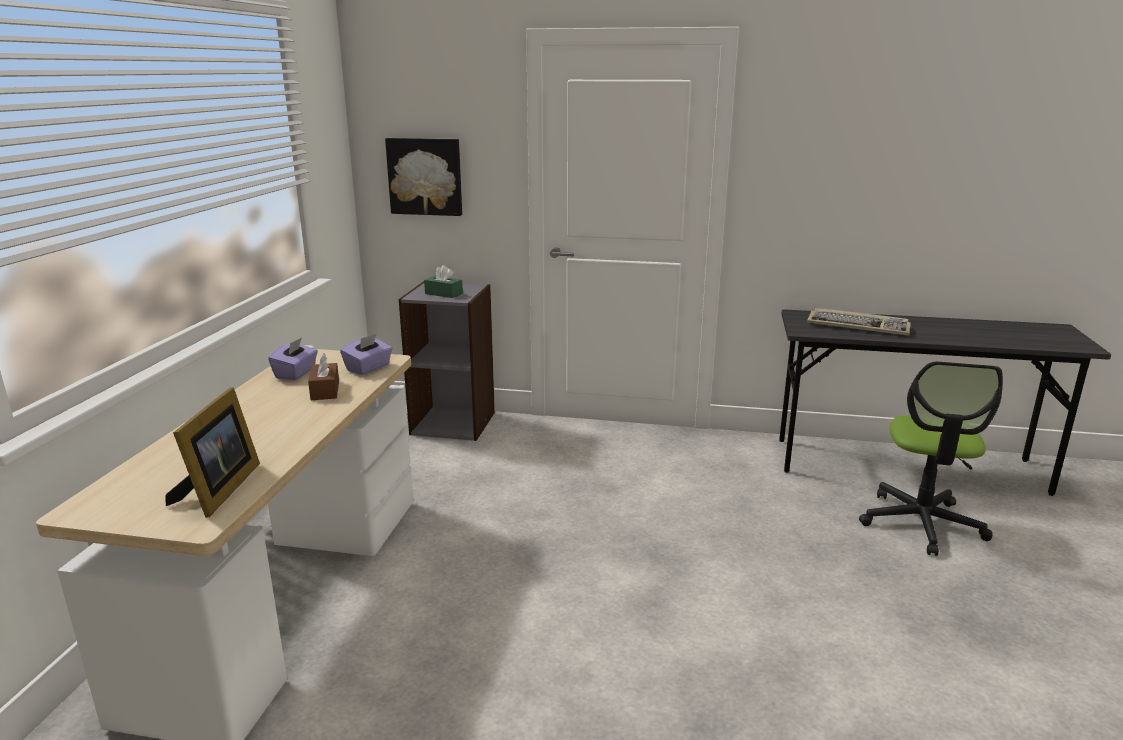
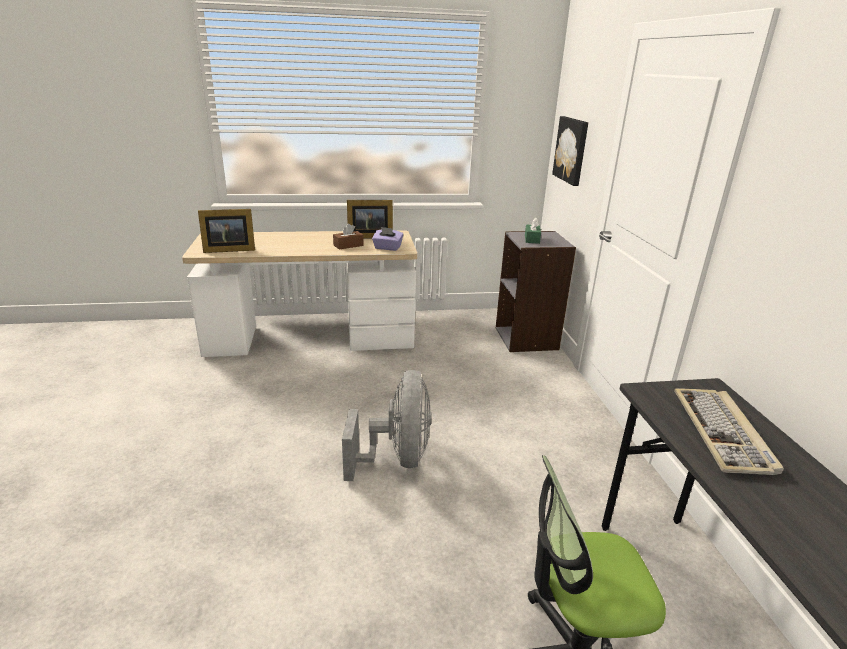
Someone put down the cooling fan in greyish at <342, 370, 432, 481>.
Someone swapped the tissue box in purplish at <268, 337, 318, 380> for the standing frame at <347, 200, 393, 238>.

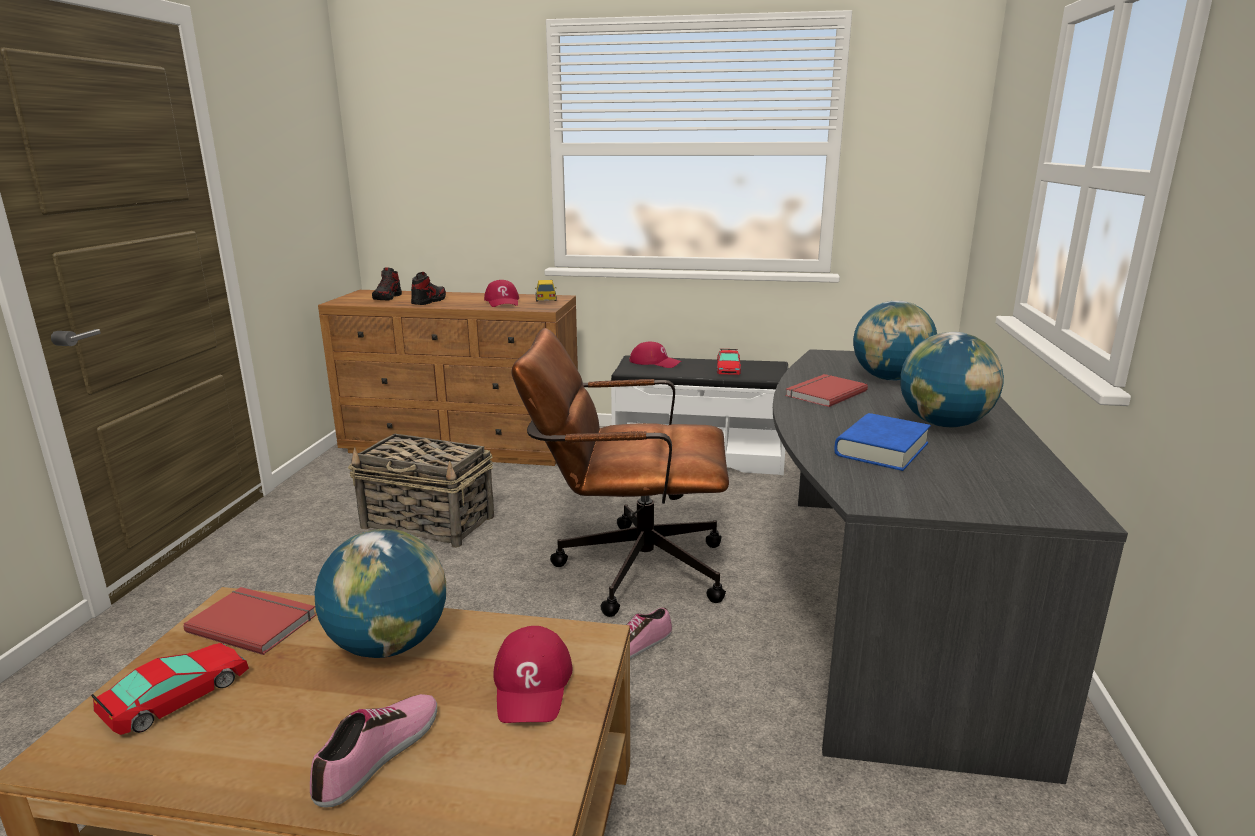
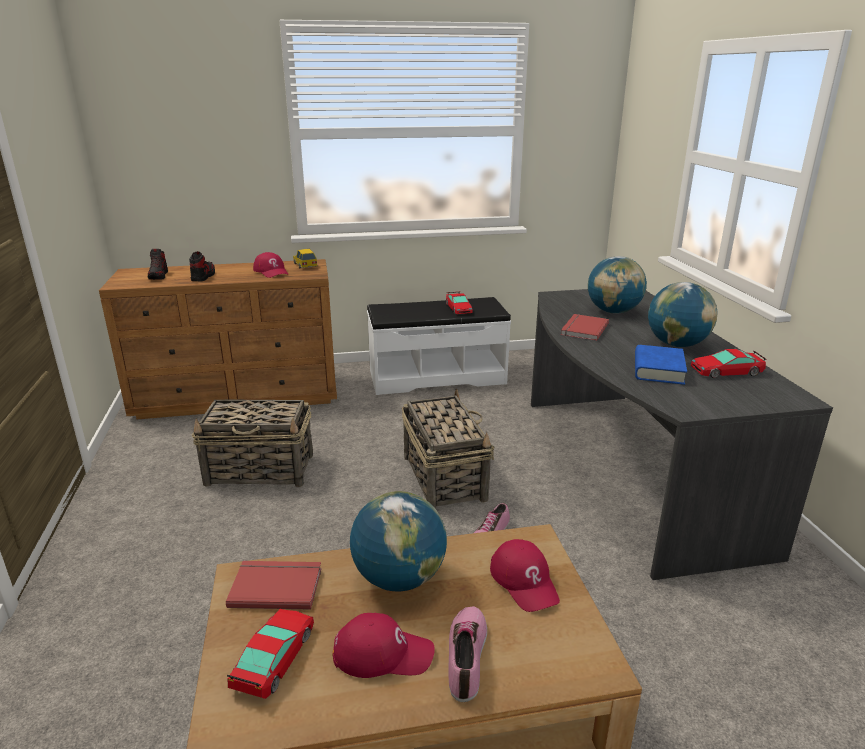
Someone carried the baseball cap in reddish from <629, 341, 681, 368> to <333, 612, 435, 678>.
Someone swapped the computer chair in brown at <511, 328, 729, 617> for the household basket at <402, 389, 494, 509>.
Someone put down the toy car at <690, 349, 767, 378>.

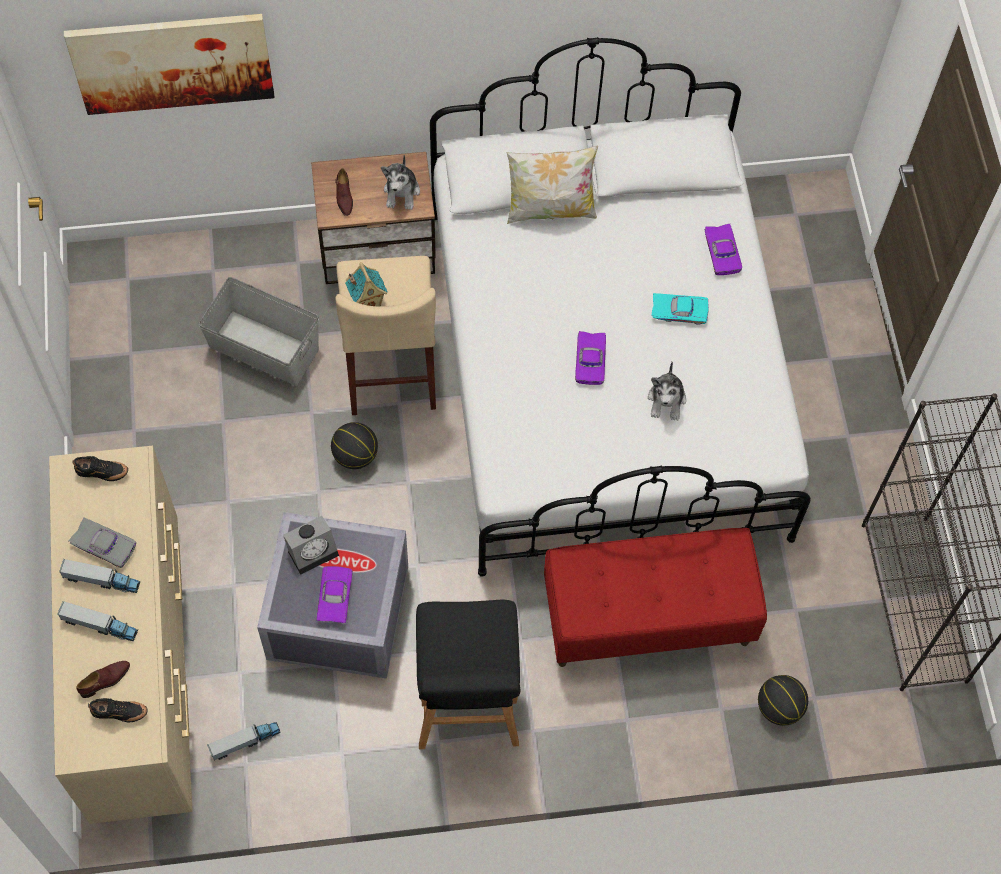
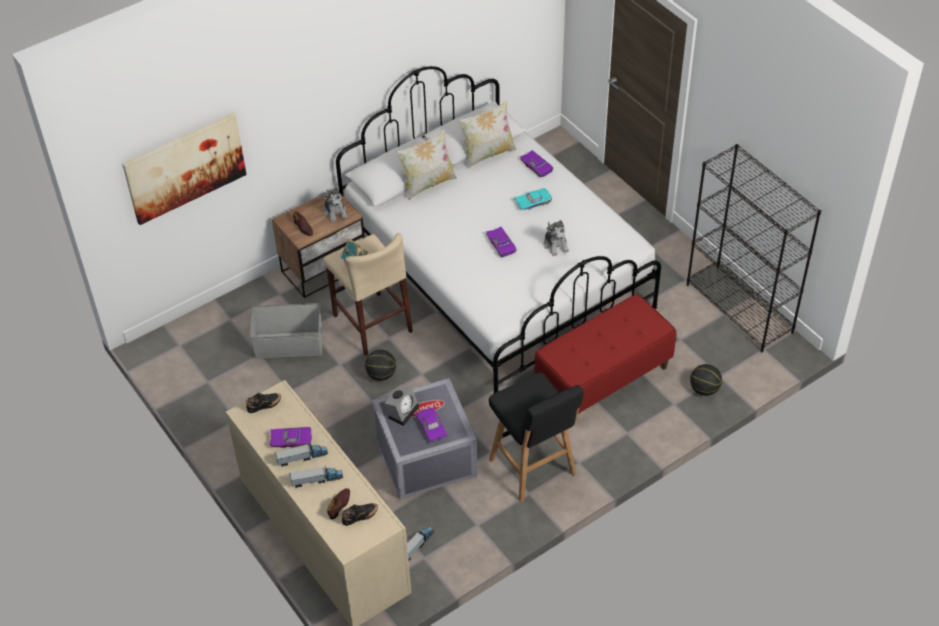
Someone repainted the toy car in greyish at <69, 518, 136, 568>, which became the toy car in purplish at <270, 427, 312, 448>.
Someone put down the pillow at <458, 100, 516, 169>.

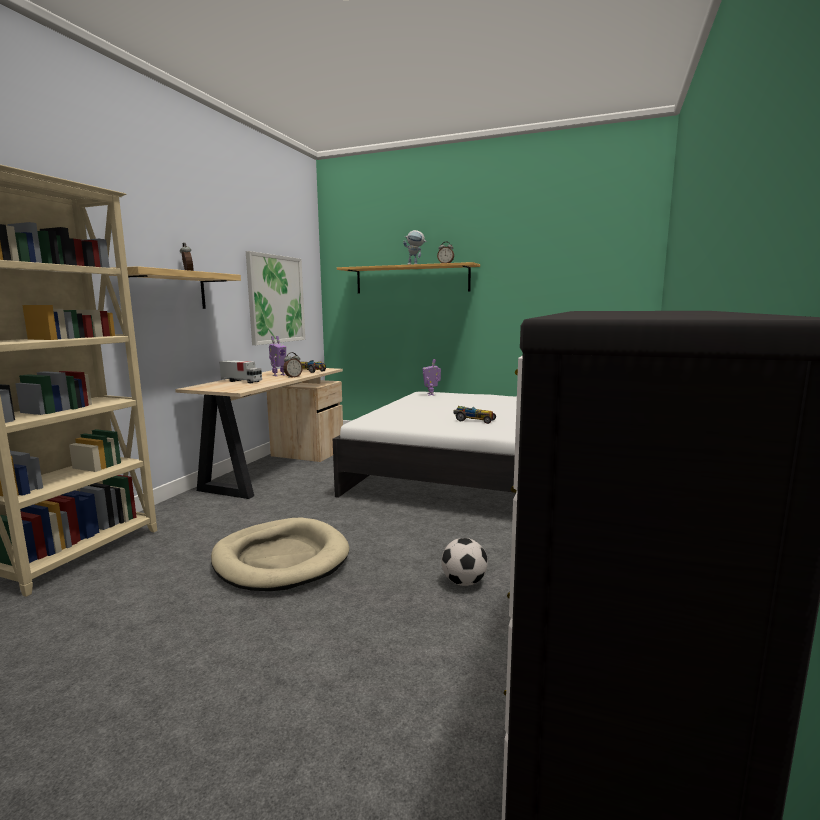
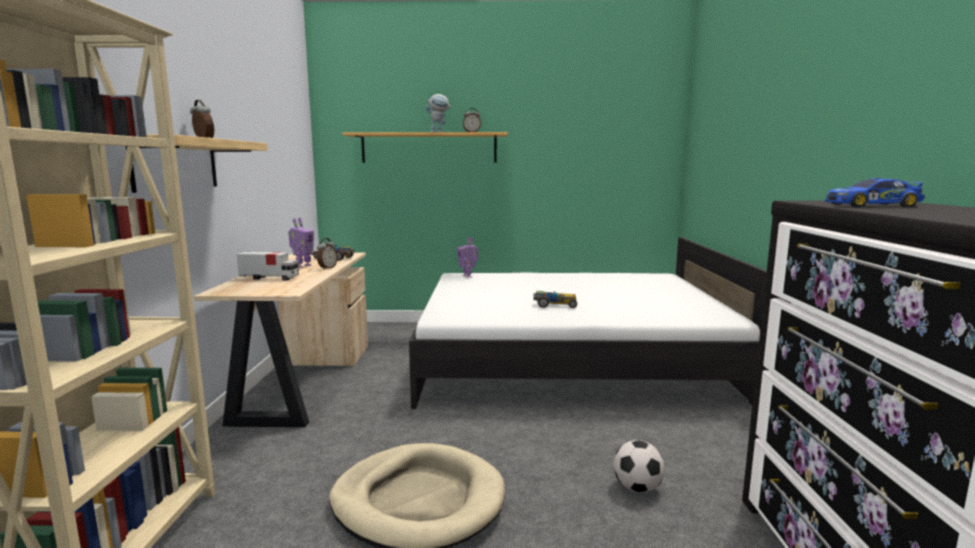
Someone put down the toy car at <825, 178, 925, 207>.
Someone took away the picture at <246, 251, 305, 345>.

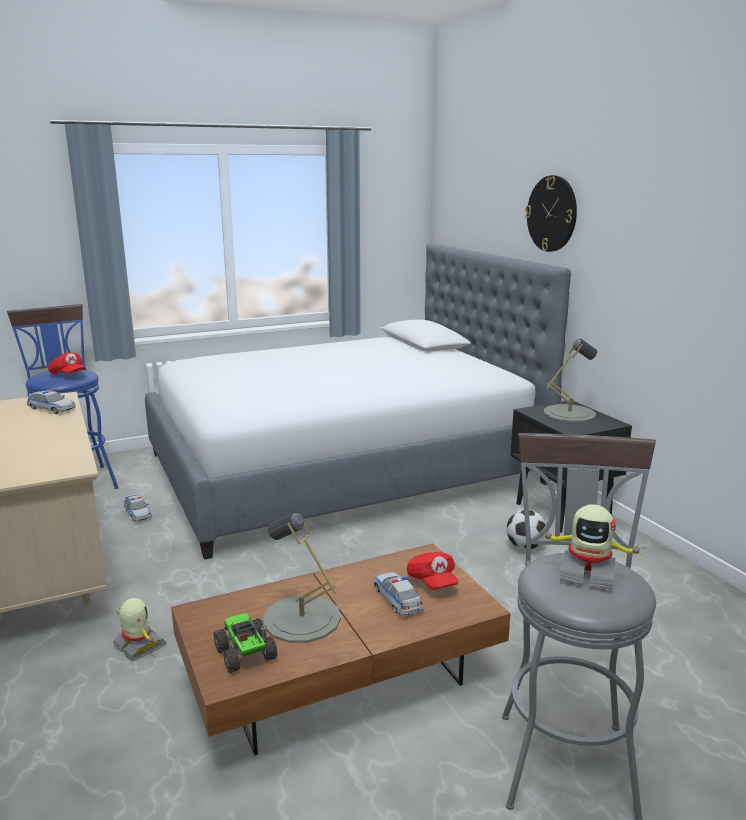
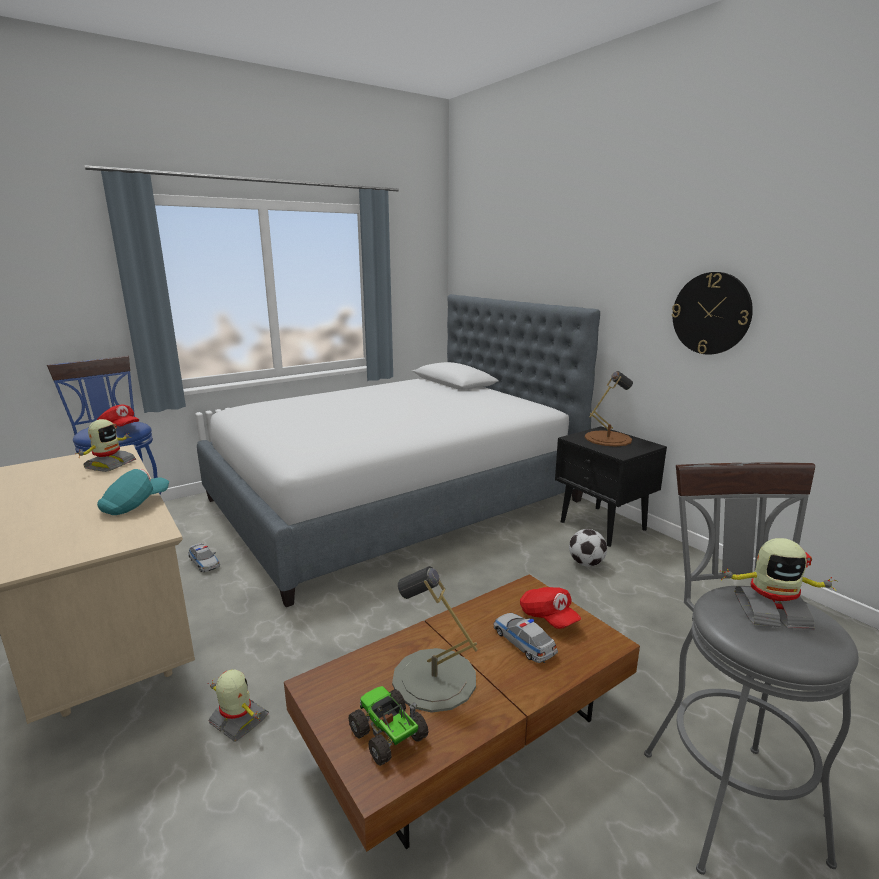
Someone swapped the toy car at <27, 389, 76, 414> for the model robot at <76, 419, 136, 472>.
Someone put down the baseball cap in blue-green at <97, 469, 169, 515>.
Someone repainted the lamp for a table in greyish at <544, 339, 598, 422>, which became the lamp for a table in brown at <585, 371, 633, 447>.
Someone carried the wall clock from <525, 175, 577, 252> to <672, 272, 753, 355>.

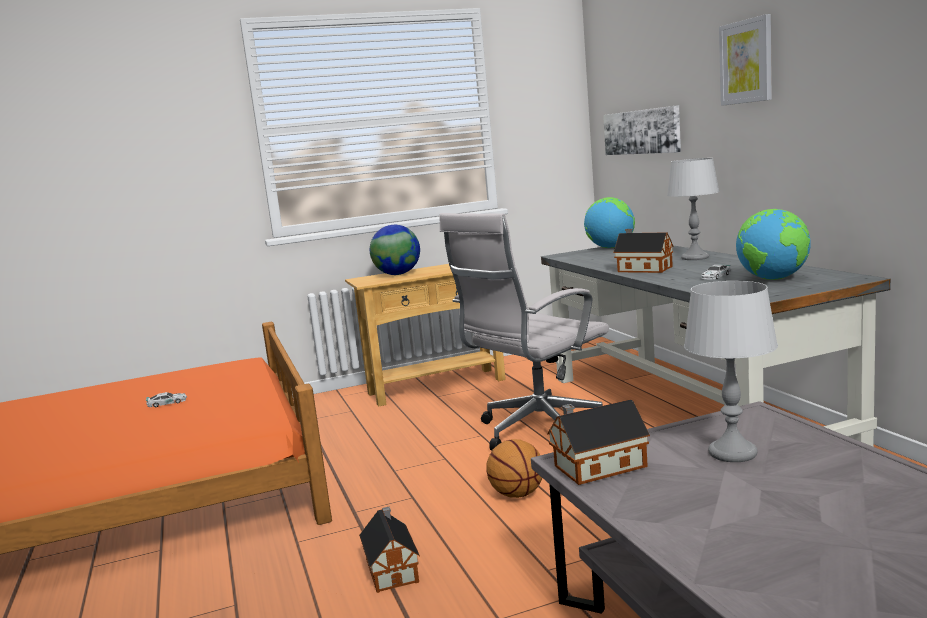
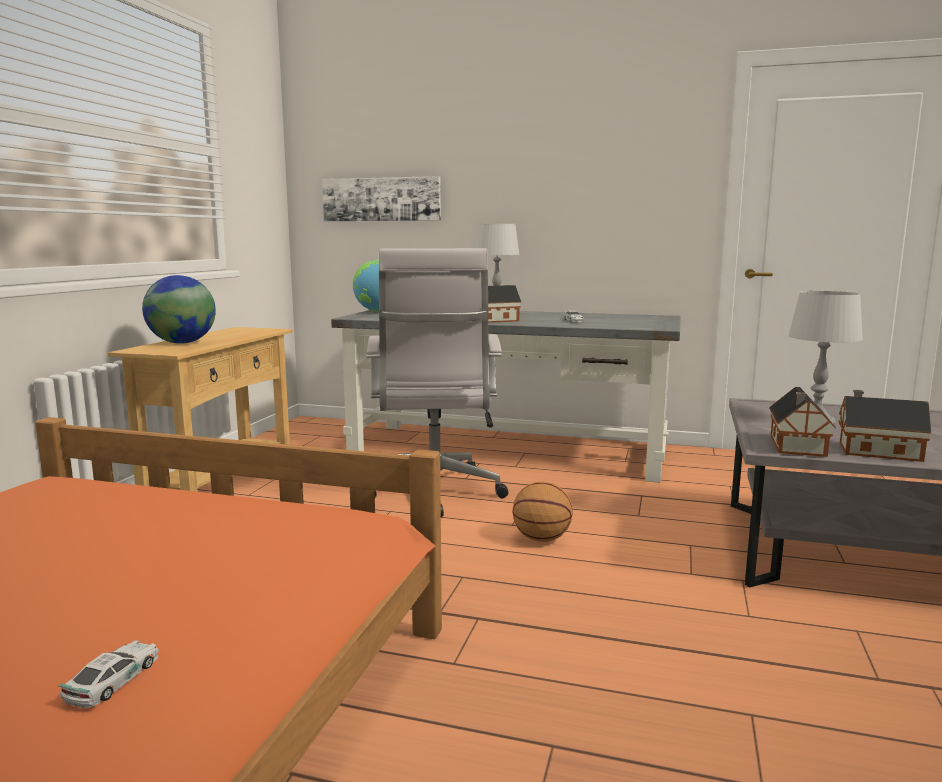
Someone carried the toy car from <146, 392, 187, 407> to <58, 640, 159, 708>.
Someone carried the model house from <359, 507, 420, 593> to <838, 390, 931, 462>.
Someone took away the picture at <719, 14, 772, 106>.
Someone took away the world globe at <736, 209, 811, 280>.

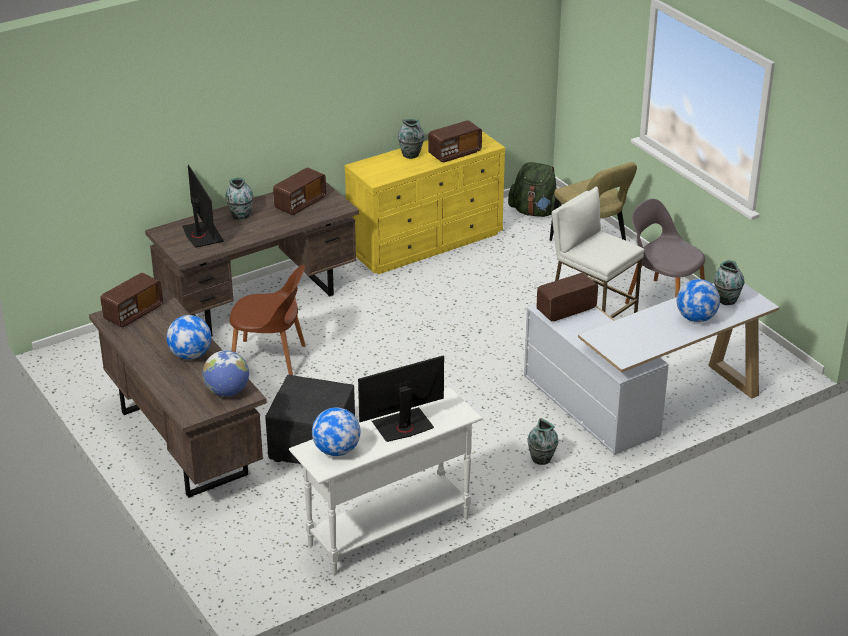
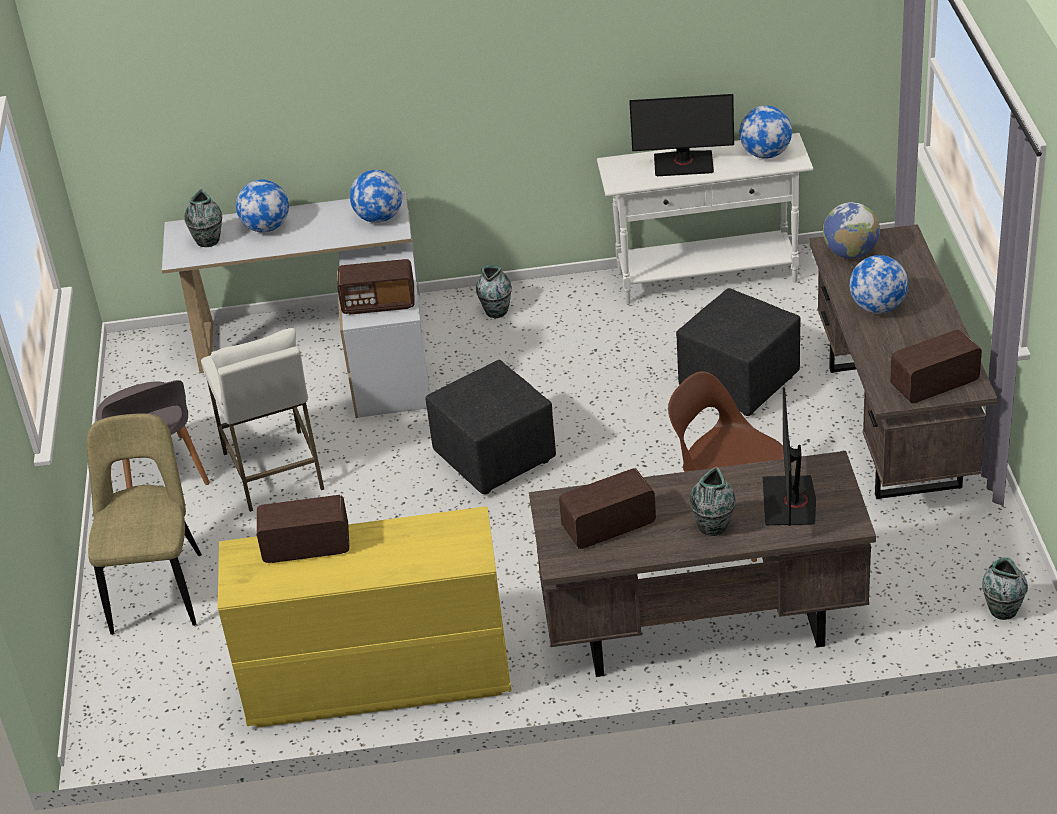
Someone put down the world globe at <350, 170, 402, 223>.
Someone put down the pouffe in blackish at <426, 360, 556, 494>.
Someone carried the flower vase from <398, 119, 425, 159> to <982, 558, 1028, 620>.
Someone took away the rucksack in green-coloured at <508, 162, 562, 217>.

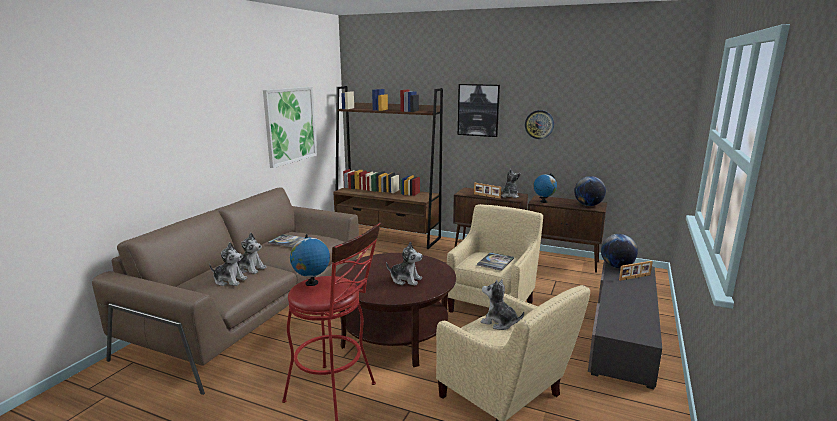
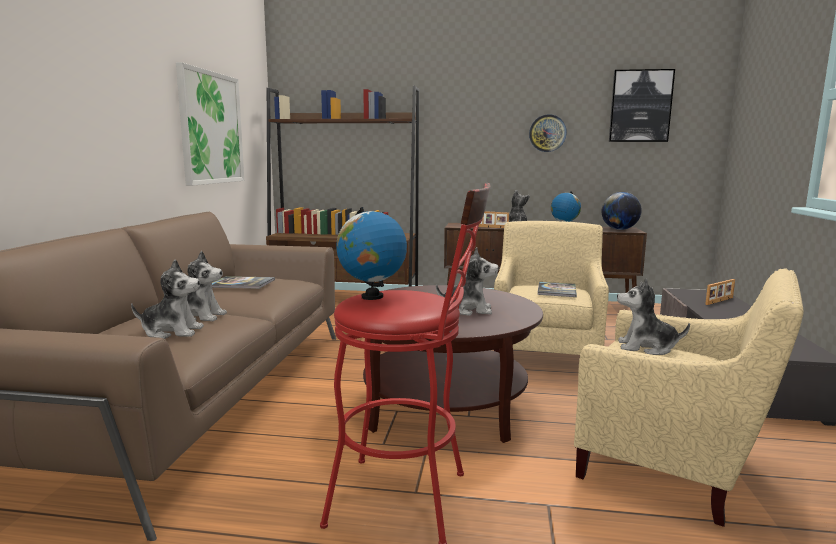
Someone carried the picture from <458, 84, 500, 137> to <609, 69, 675, 142>.
Someone took away the world globe at <601, 234, 638, 268>.

